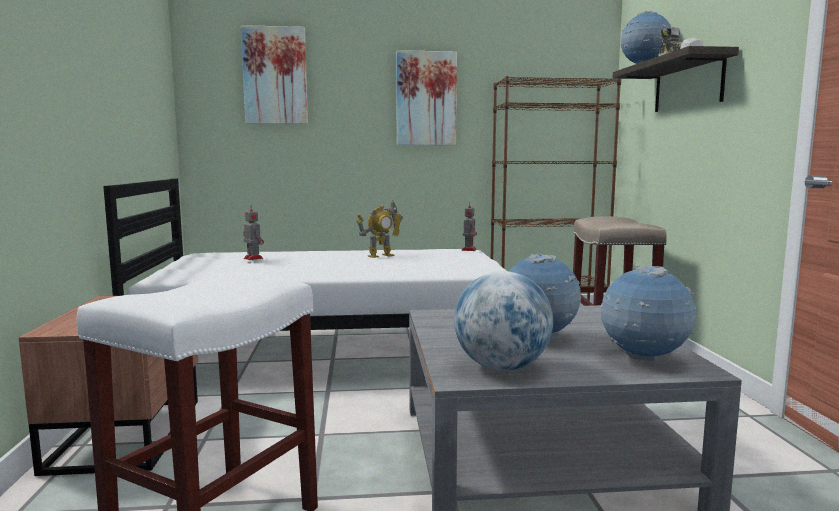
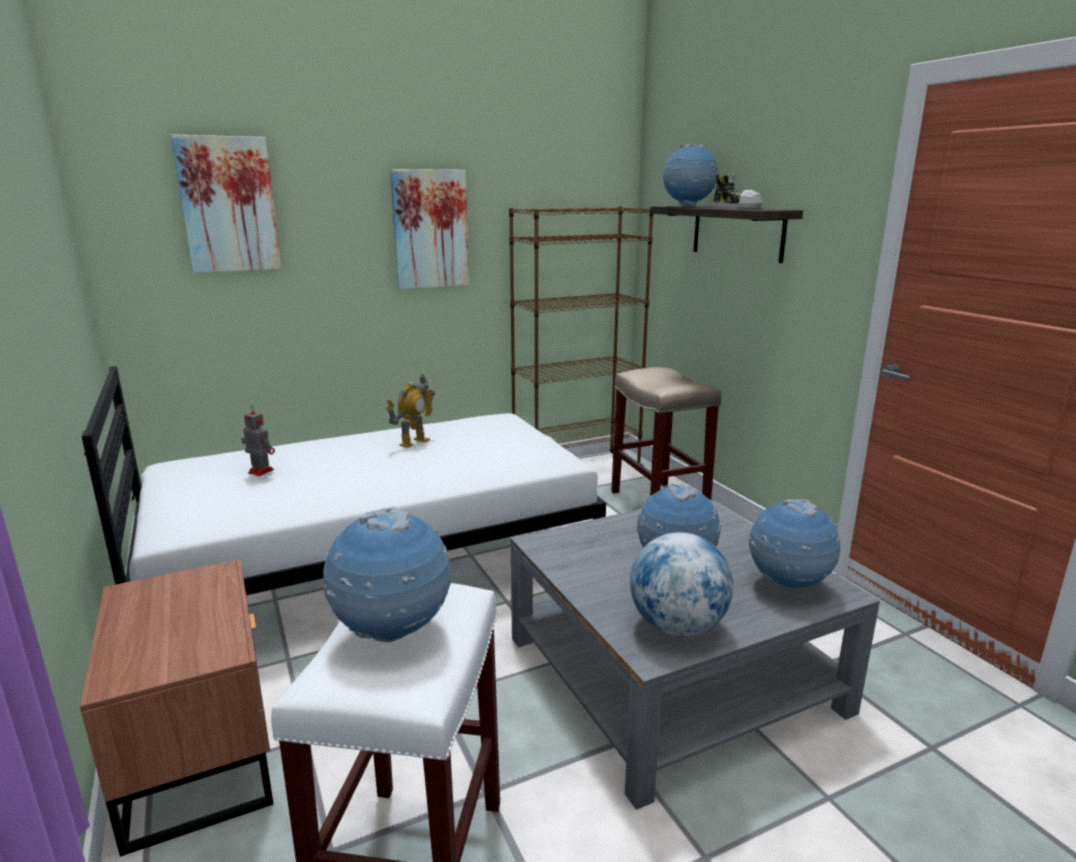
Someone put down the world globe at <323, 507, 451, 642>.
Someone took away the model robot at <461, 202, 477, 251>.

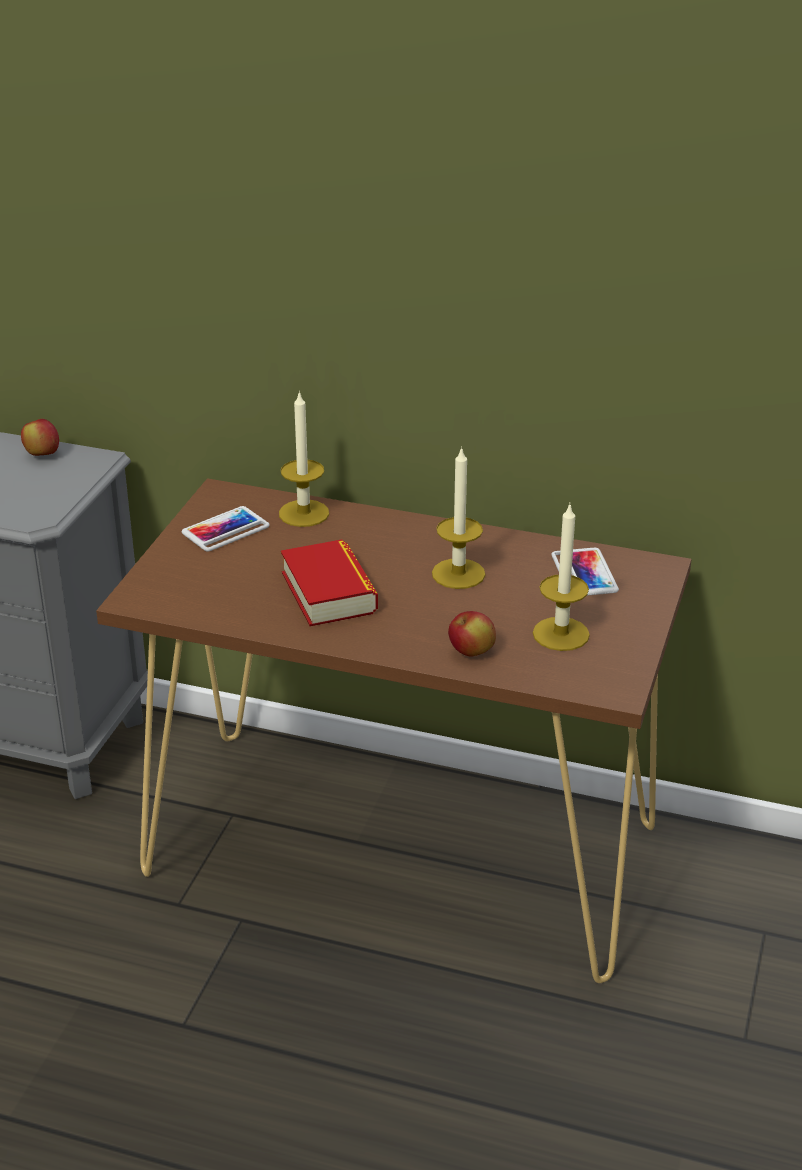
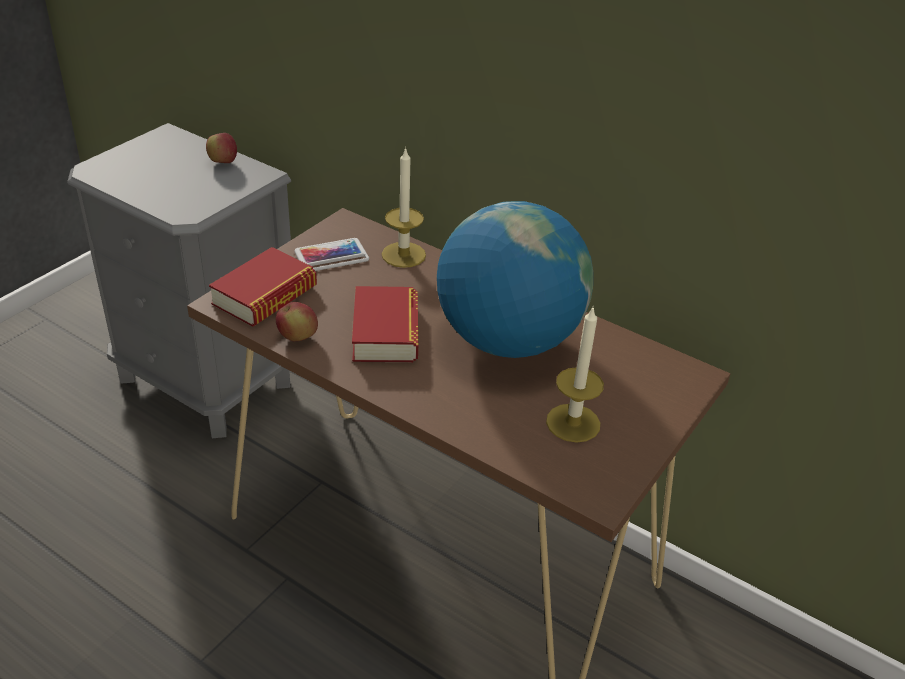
Someone put down the book at <209, 247, 317, 327>.
Someone carried the apple fruit from <448, 611, 496, 657> to <276, 302, 318, 341>.
Someone swapped the candle at <432, 446, 486, 589> for the world globe at <437, 201, 593, 358>.
Someone took away the telephone at <551, 548, 619, 596>.

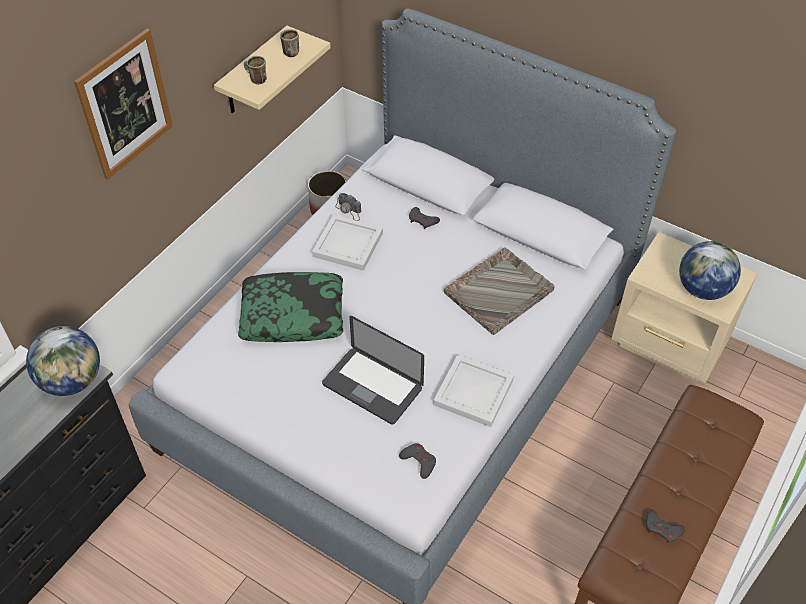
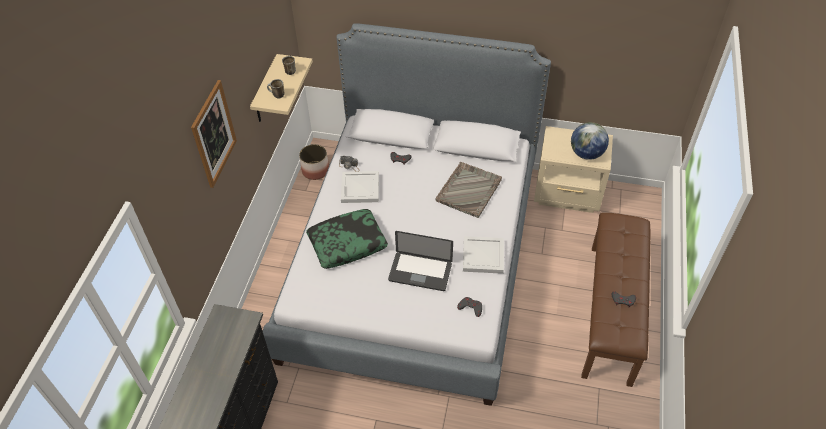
Someone took away the world globe at <26, 326, 100, 396>.

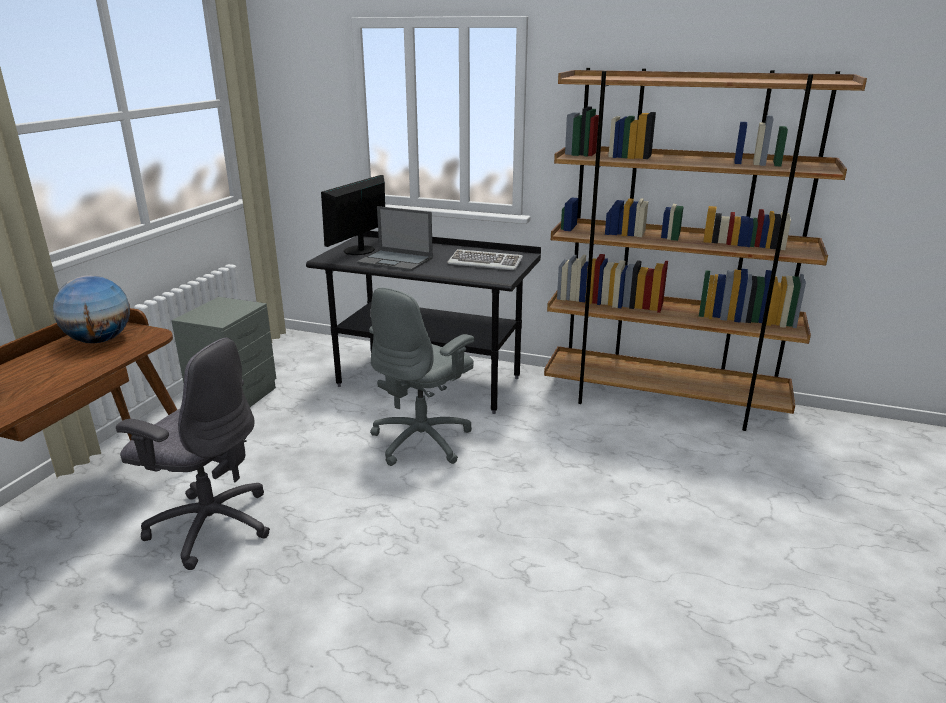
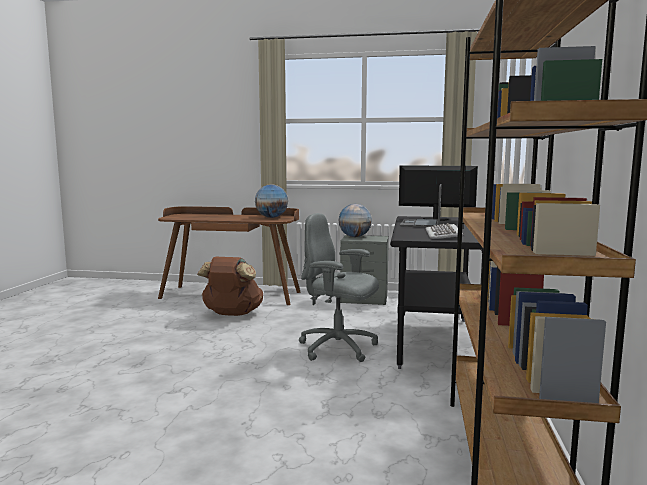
Someone swapped the computer chair in greyish at <116, 338, 270, 570> for the rucksack in brown at <197, 257, 263, 316>.
Someone put down the world globe at <339, 204, 372, 237>.

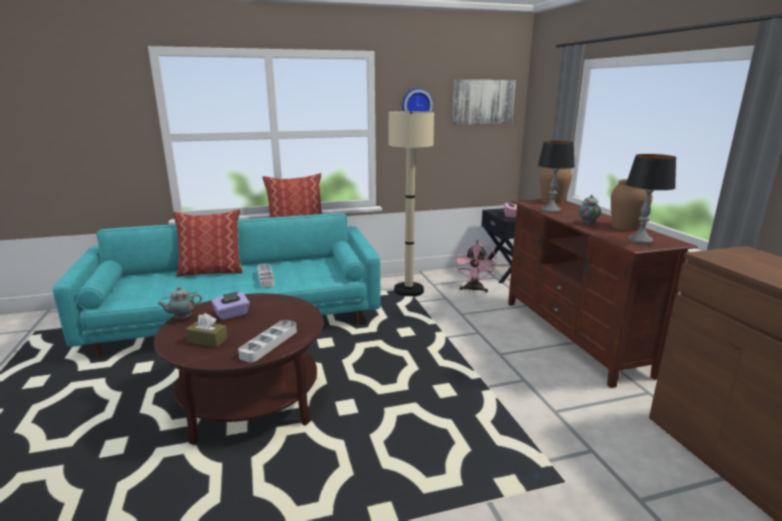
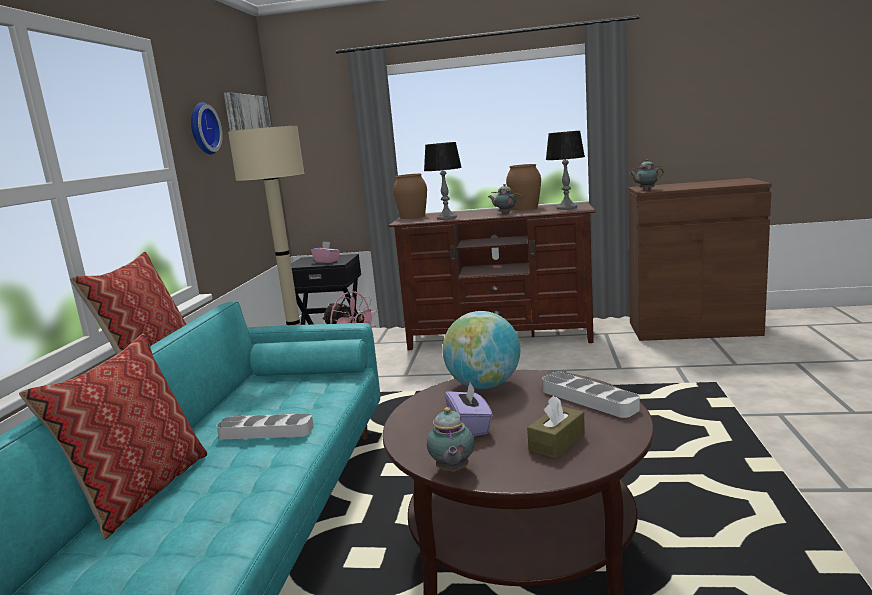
Someone put down the world globe at <442, 311, 520, 389>.
Someone put down the teapot at <629, 159, 664, 190>.

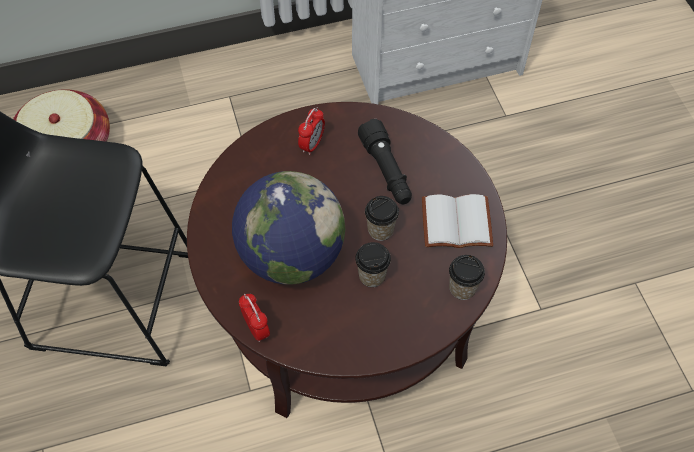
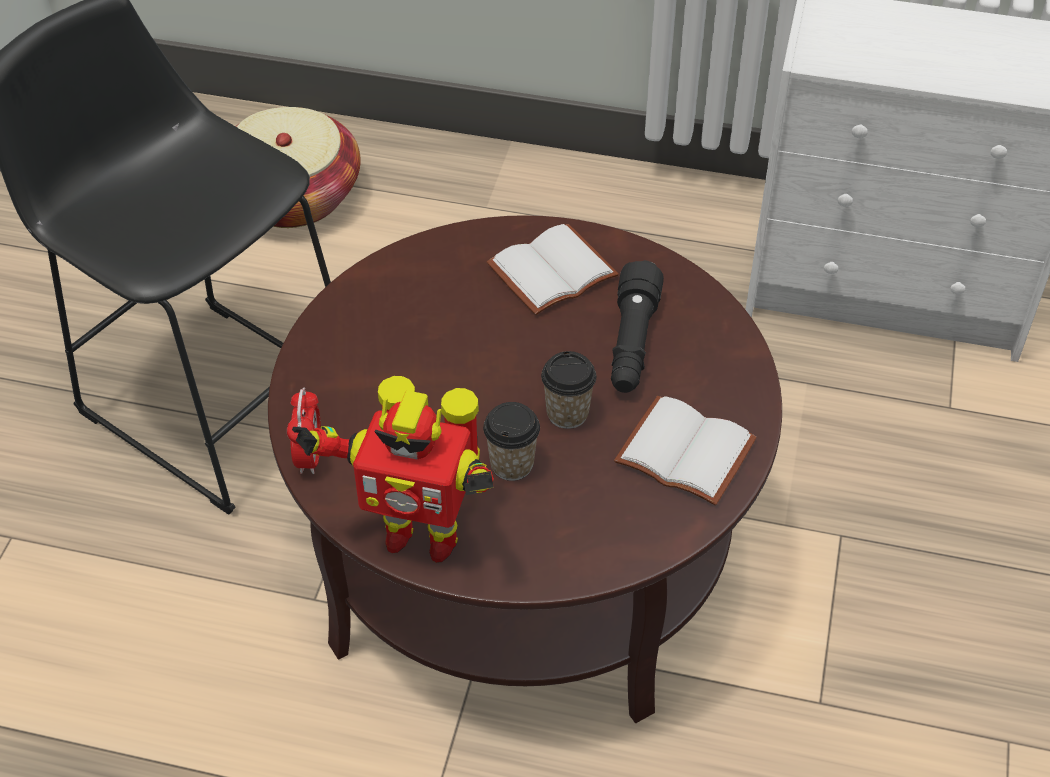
Someone put down the model robot at <292, 376, 494, 563>.
Someone swapped the table clock at <298, 107, 325, 155> for the book in white-coloured at <487, 224, 619, 315>.
Someone took away the world globe at <232, 171, 345, 285>.
Someone took away the cup at <449, 255, 485, 300>.

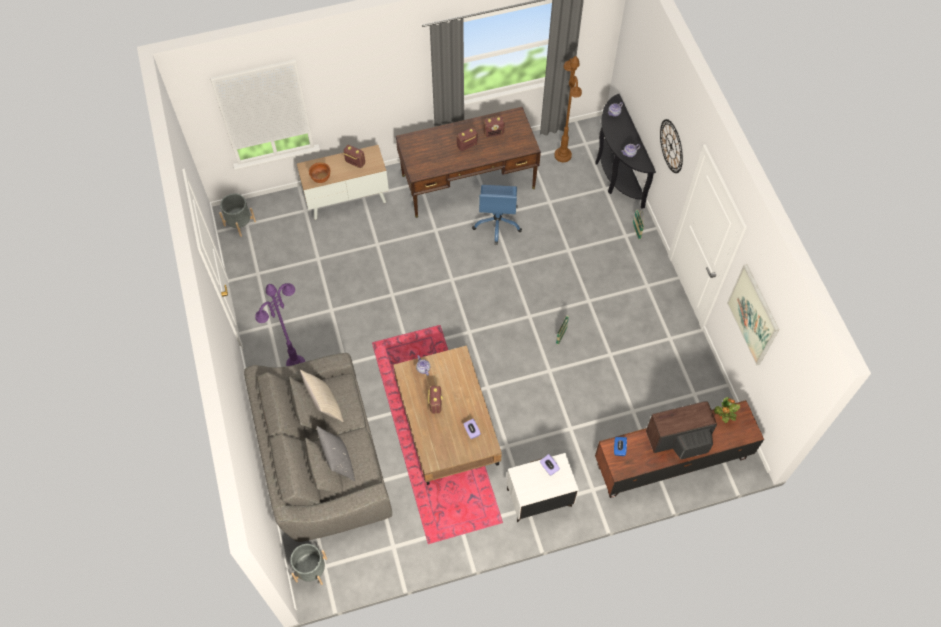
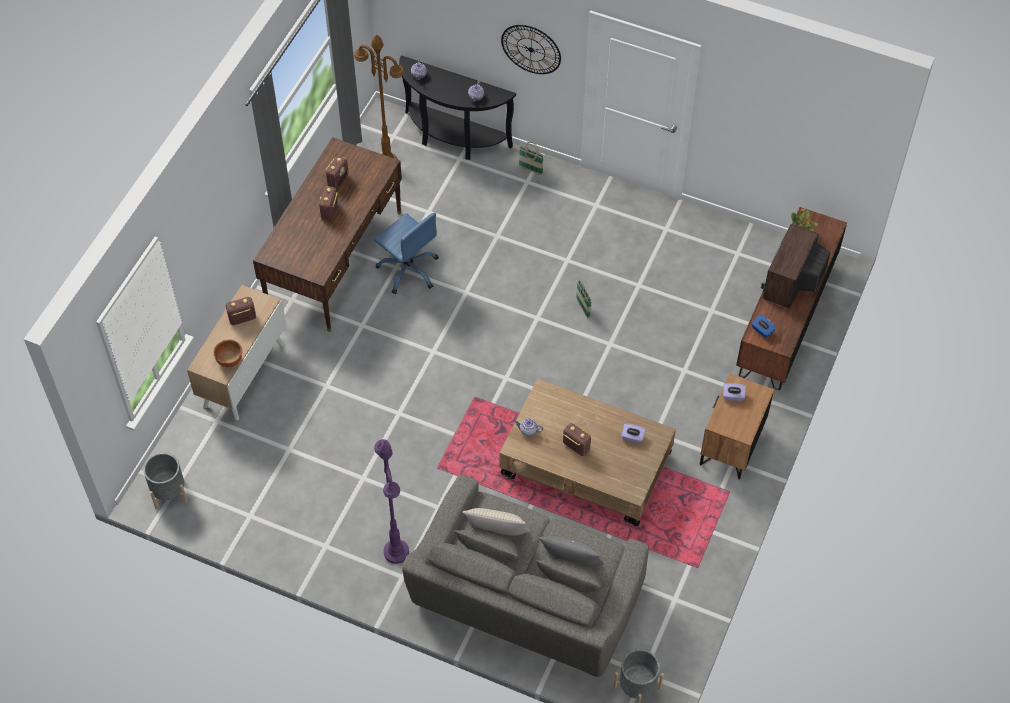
Someone repainted the nightstand in white-coloured at <507, 453, 579, 522>, which became the nightstand in brown at <700, 374, 774, 479>.
Someone took away the picture at <727, 264, 779, 365>.

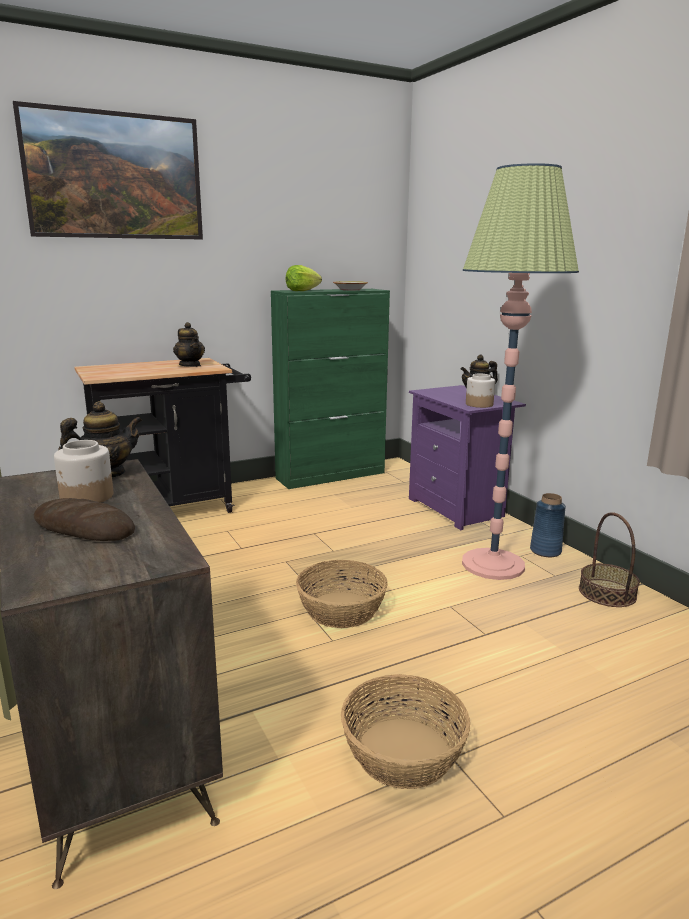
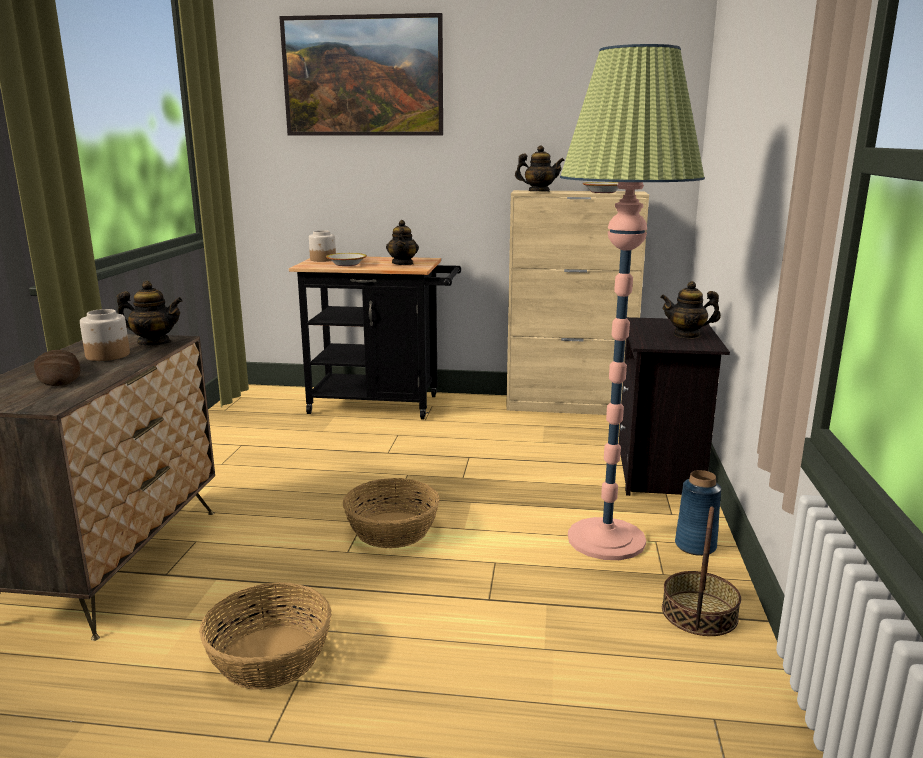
Someone carried the preserve jar from <466, 374, 495, 408> to <309, 230, 336, 262>.
Someone put down the deep dish at <326, 253, 367, 266>.
Someone repainted the storage cabinet in green-coloured at <271, 289, 390, 489>, which became the storage cabinet in sand-coloured at <506, 190, 649, 415>.
Someone swapped the lettuce head at <286, 265, 322, 291> for the teapot at <515, 145, 565, 192>.
Someone repainted the nightstand in purplish at <409, 385, 526, 530>, which became the nightstand in blackish at <619, 317, 730, 496>.

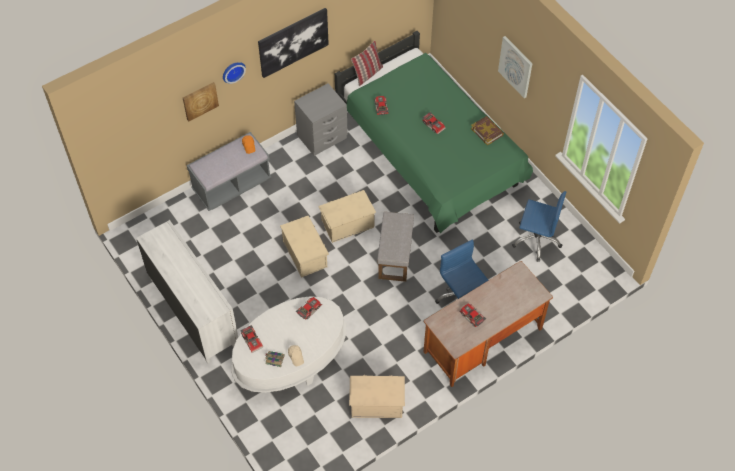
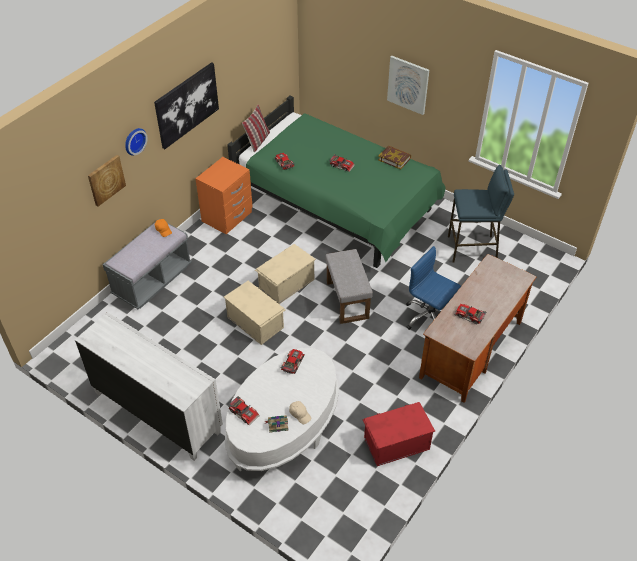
Someone repainted the nightstand in greyish at <294, 83, 348, 156>, which became the nightstand in orange-coloured at <195, 157, 253, 234>.
Someone repainted the storage bin in sand-coloured at <349, 375, 405, 418>, which became the storage bin in reddish at <362, 402, 435, 466>.
Someone swapped the computer chair in bluish at <512, 191, 566, 262> for the stool seat in bluish at <448, 165, 514, 263>.

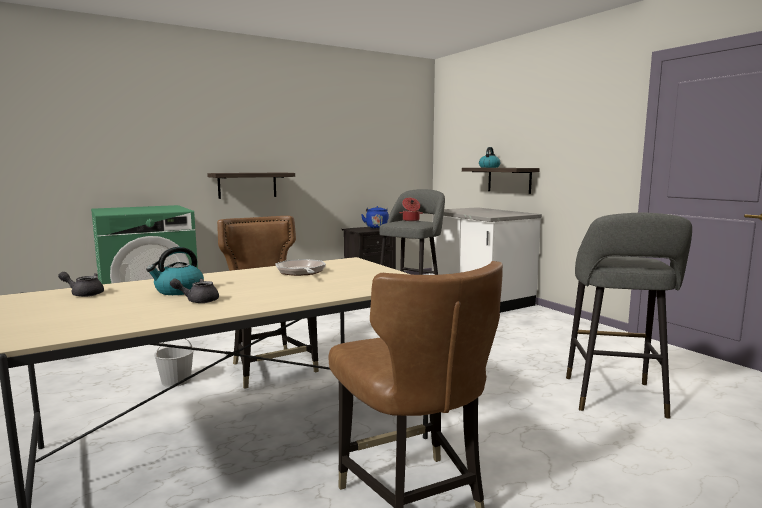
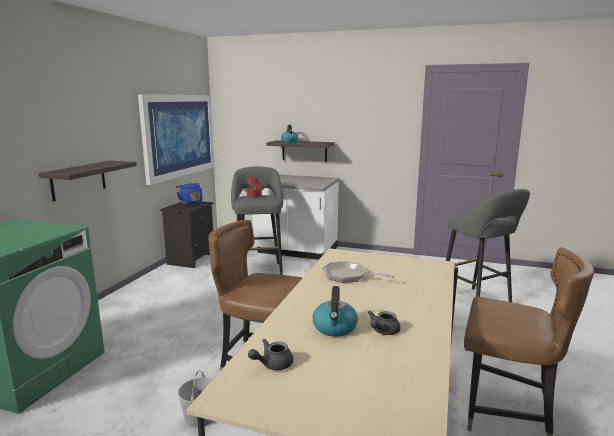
Someone put up the picture at <138, 94, 215, 185>.

